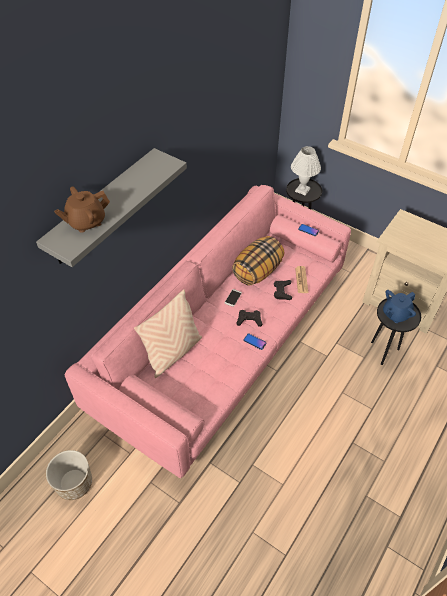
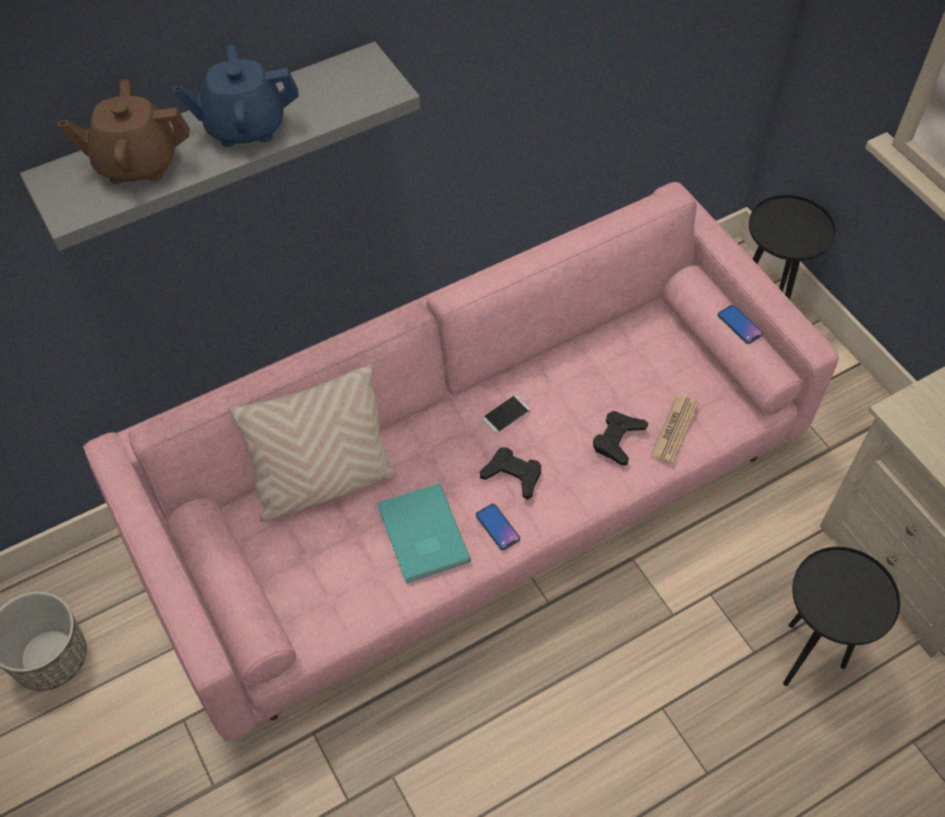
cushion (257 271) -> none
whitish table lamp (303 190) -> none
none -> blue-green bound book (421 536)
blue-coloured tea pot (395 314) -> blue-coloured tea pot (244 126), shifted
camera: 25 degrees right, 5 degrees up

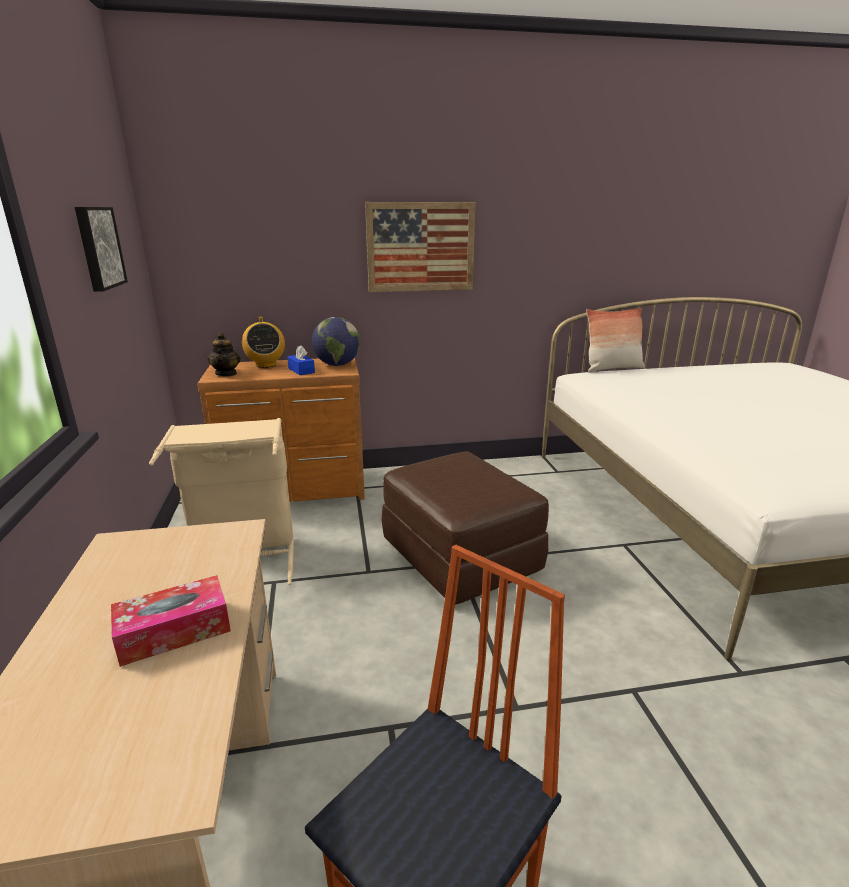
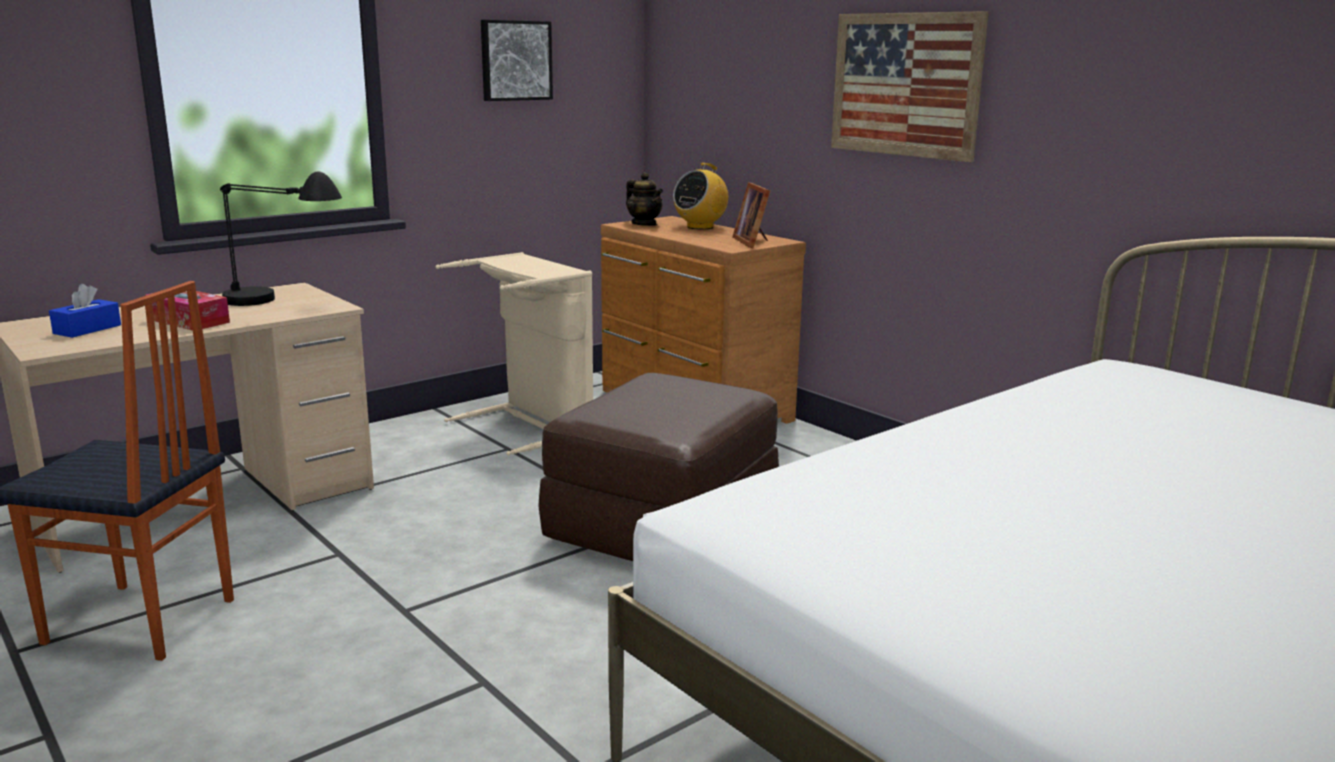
cushion (612 368) -> none
none -> black-coloured table lamp (282 304)
blue-coloured box of tissues (301 370) -> blue-coloured box of tissues (87 329), shifted
world globe (337 365) -> standing frame (753 242)
tea pot (226 374) -> tea pot (644 224), 90 degrees counterclockwise
camera: 60 degrees right, 5 degrees down

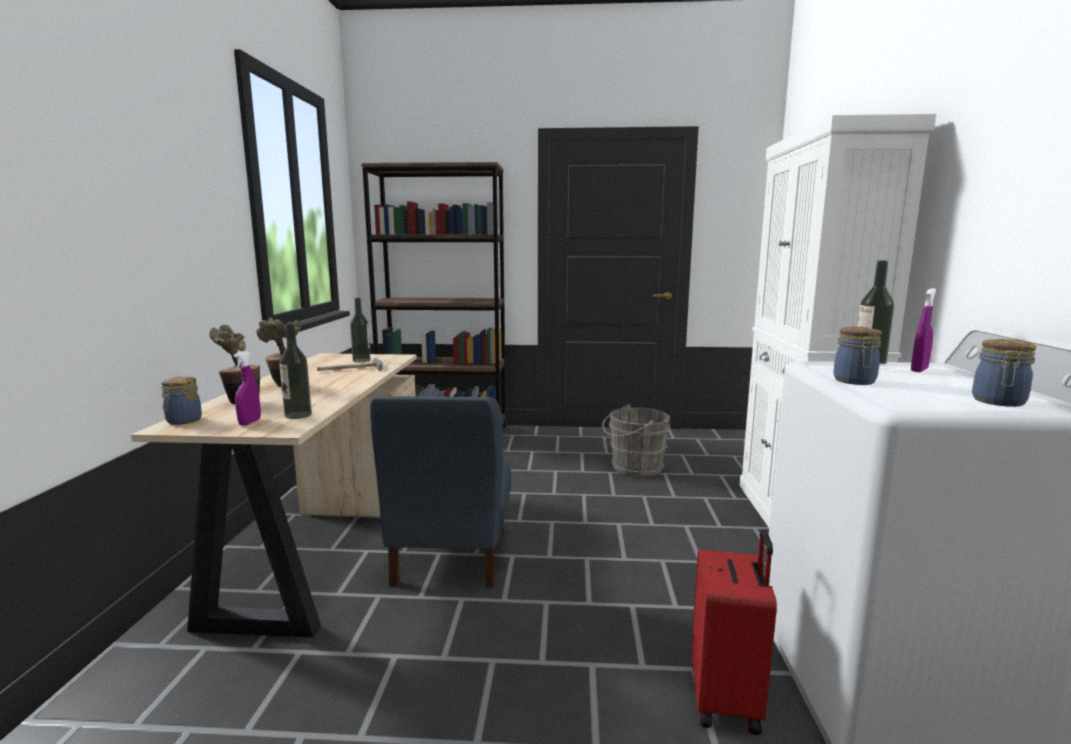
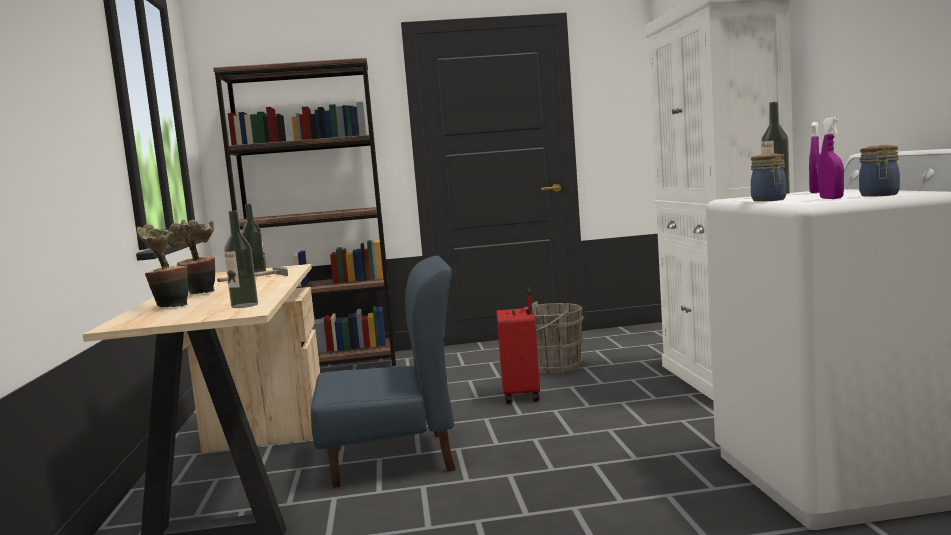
preserve jar (183 421) -> none
purplish sprayer (250 422) -> purplish sprayer (831 198), shifted
red-coloured travel case (727 699) -> red-coloured travel case (522 395), shifted
blue-coloured upright chair (450 556) -> blue-coloured upright chair (393 458), 90 degrees counterclockwise
camera: 10 degrees left, 5 degrees down

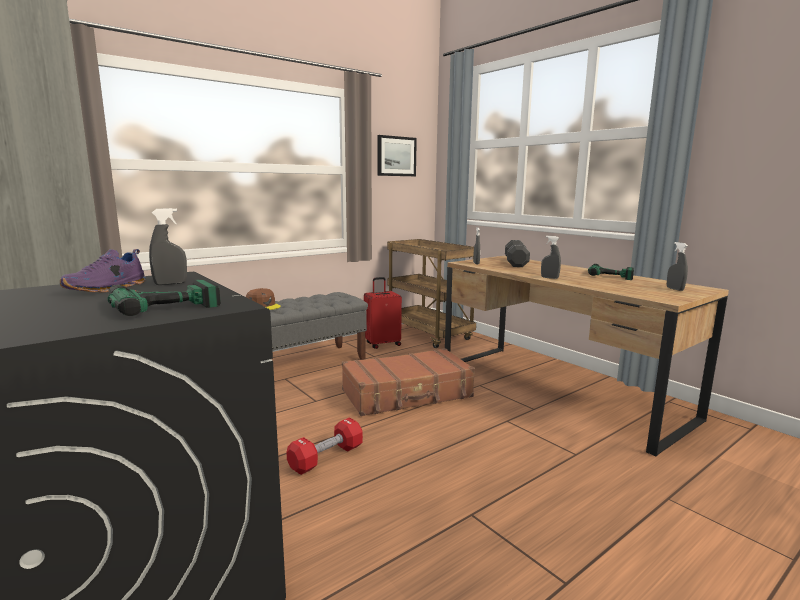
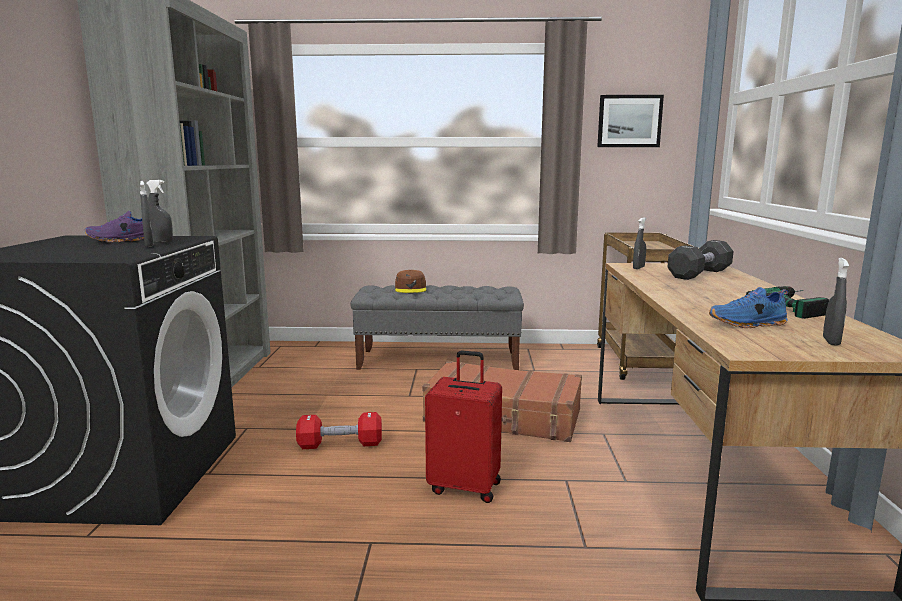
electric drill (159 302) -> none
none -> blue-coloured item of footwear (748 324)
red-coloured travel case (382 344) -> red-coloured travel case (465 486), shifted
gray sprayer (549 278) -> gray sprayer (149 245), shifted
camera: 40 degrees right, 0 degrees up

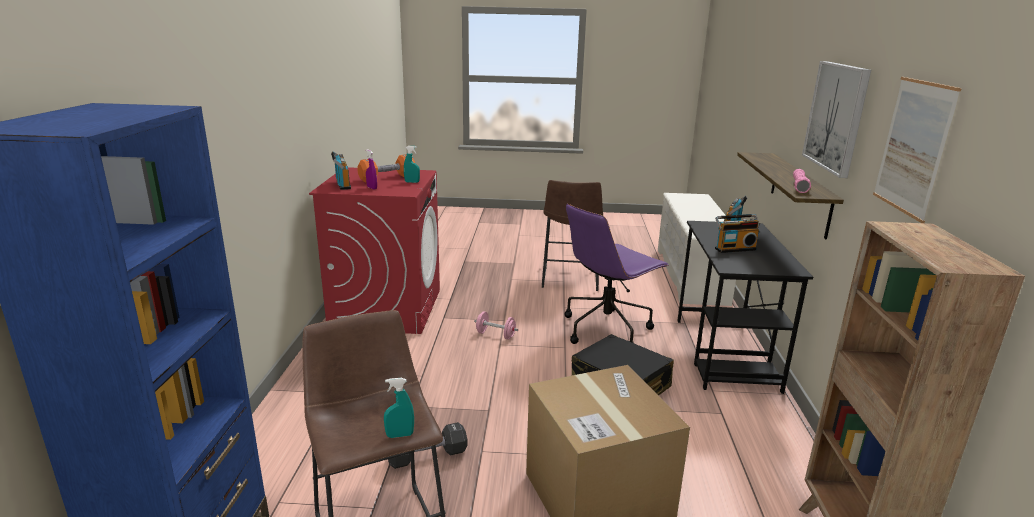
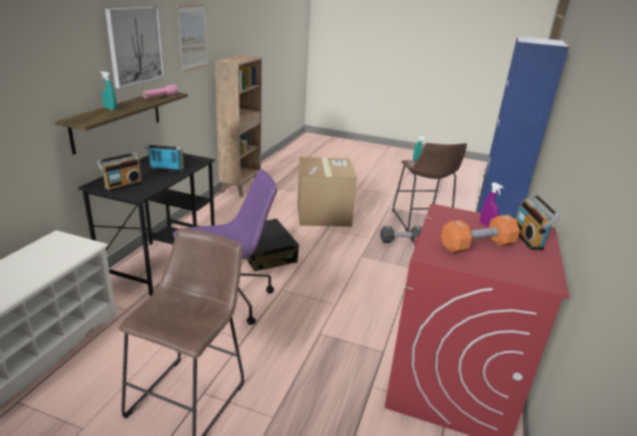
pinkish hand weight (495 335) -> none
blue-green sprayer (412 182) -> blue-green sprayer (110 109), shifted
camera: 165 degrees left, 5 degrees up

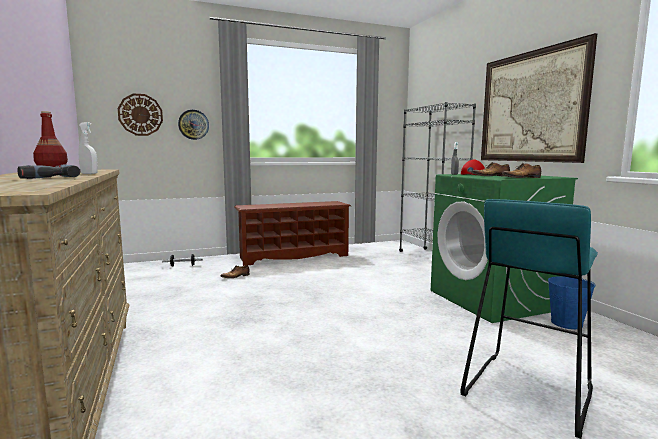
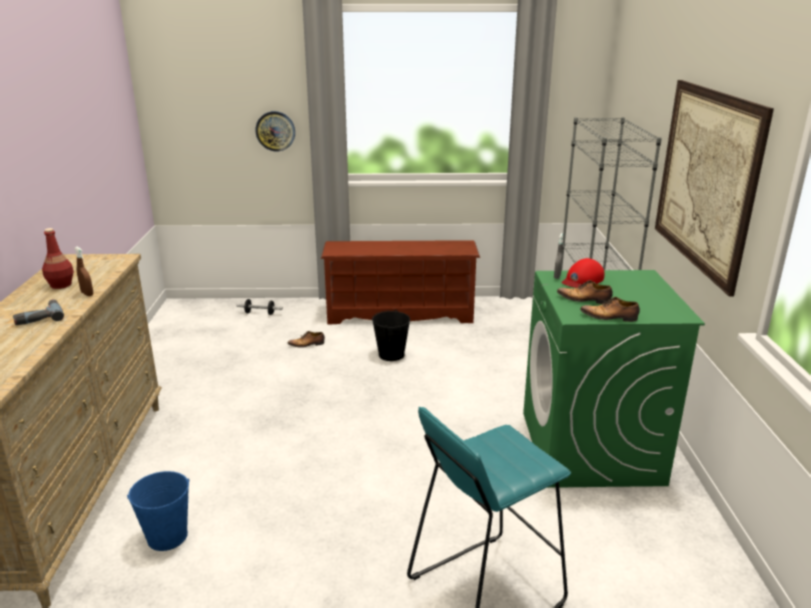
wall clock (140 115) -> none
none -> black-coloured water bucket (391 354)
blue-coloured water bucket (566 323) -> blue-coloured water bucket (167 536), shifted
whitish sprayer (89 174) -> brown sprayer (87 294)
camera: 20 degrees right, 15 degrees up

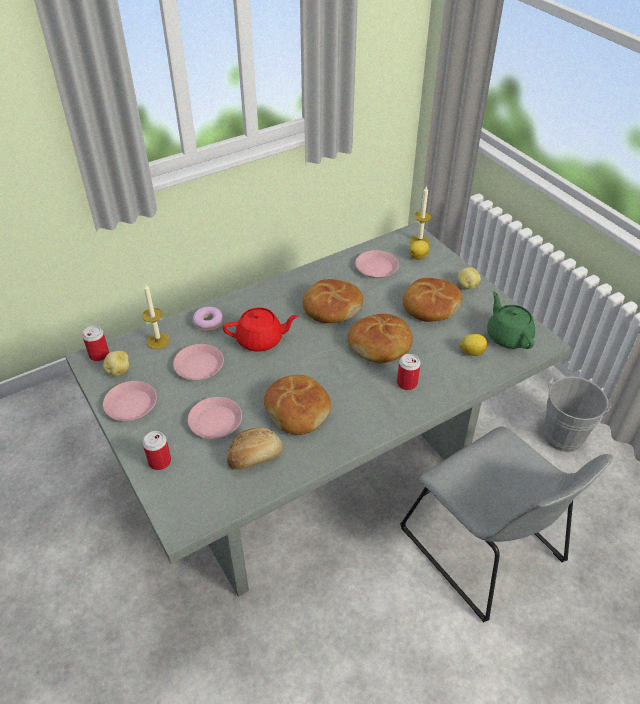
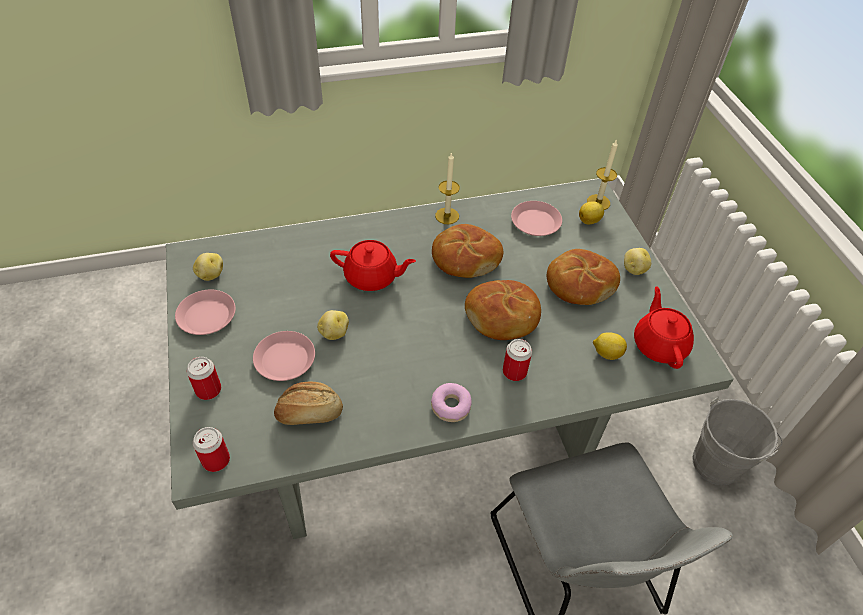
pinkish flat dish (199 366) -> none
bread (298 410) -> none
none -> potato (334 333)
sealed can (99 355) -> sealed can (216 460), shifted
wax candle (158 341) -> wax candle (447 216), shifted
doughnut (208 322) -> doughnut (451 406), shifted
greenish tea pot (508 336) -> red-coloured tea pot (659 344)
camera: 15 degrees right, 5 degrees up

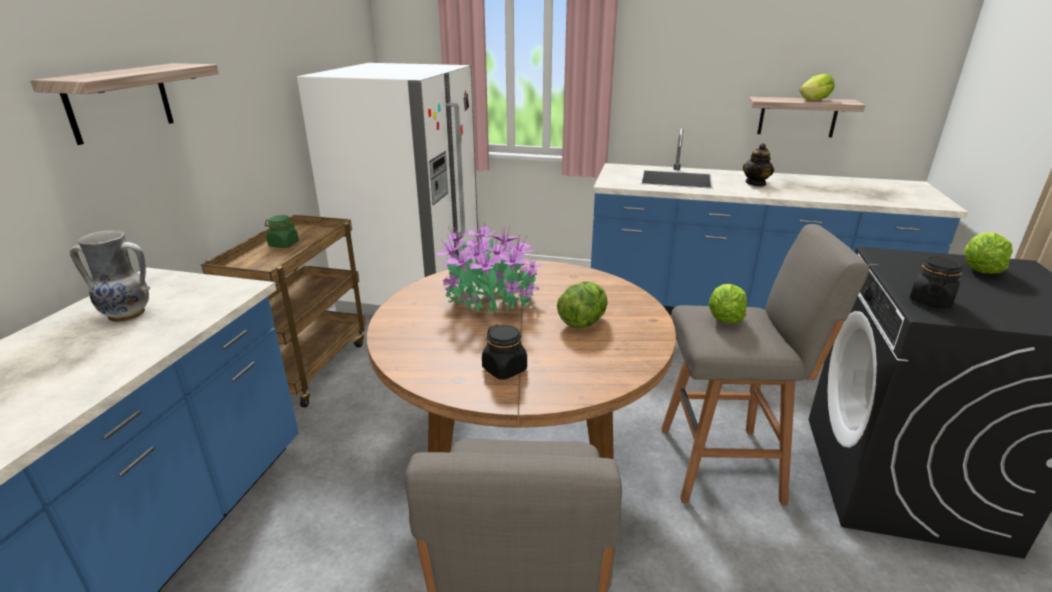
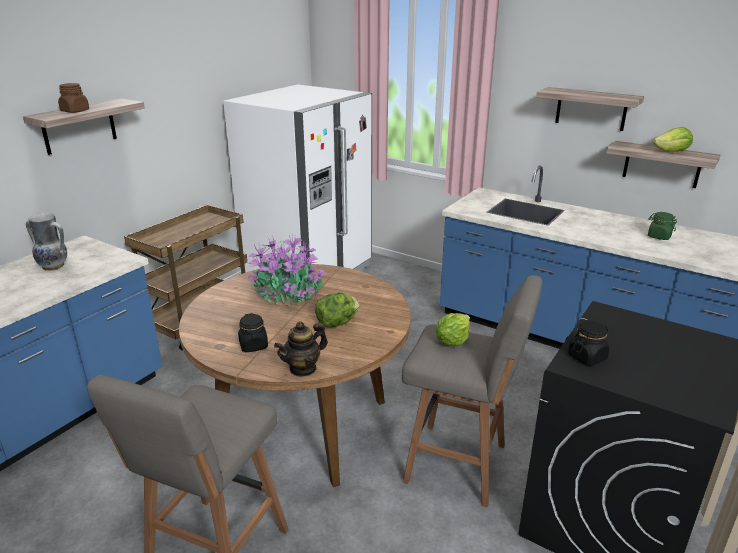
lettuce head (979 270) -> none
none -> brown preserve jar (75 111)
none -> wall shelf (591 109)
greenish preserve jar (283 244) -> greenish preserve jar (659 236), shifted
tea pot (756 183) -> tea pot (303 368), shifted
camera: 20 degrees right, 0 degrees up

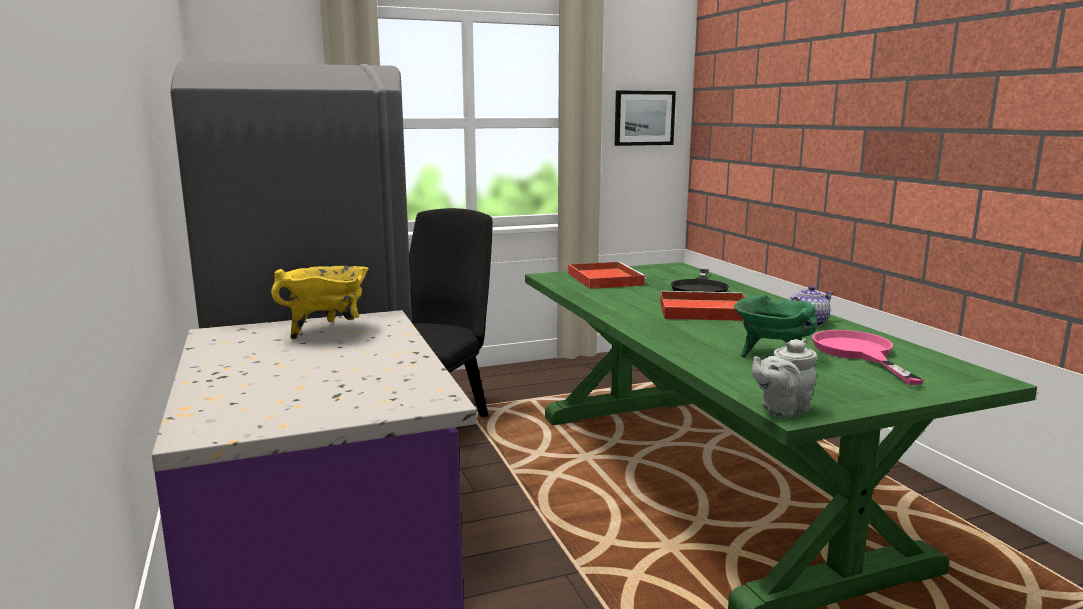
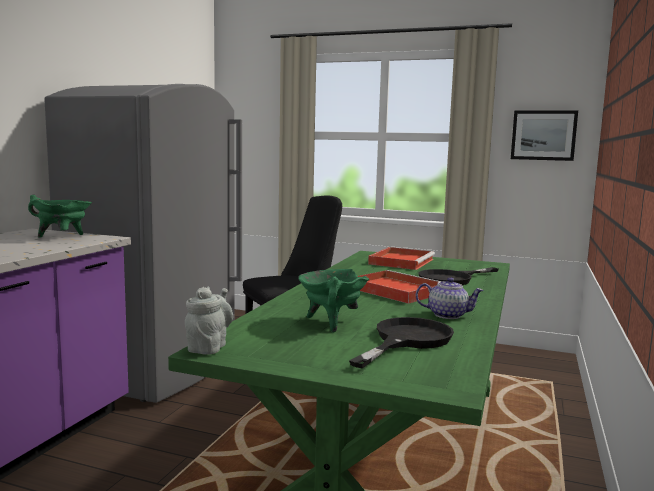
yellow cooking pot (327 331) -> greenish cooking pot (63 237)
pinkish pan (858 353) -> black-coloured pan (406 340)
gray tea pot (781 410) -> gray tea pot (209 347), 90 degrees clockwise
camera: 40 degrees right, 5 degrees down

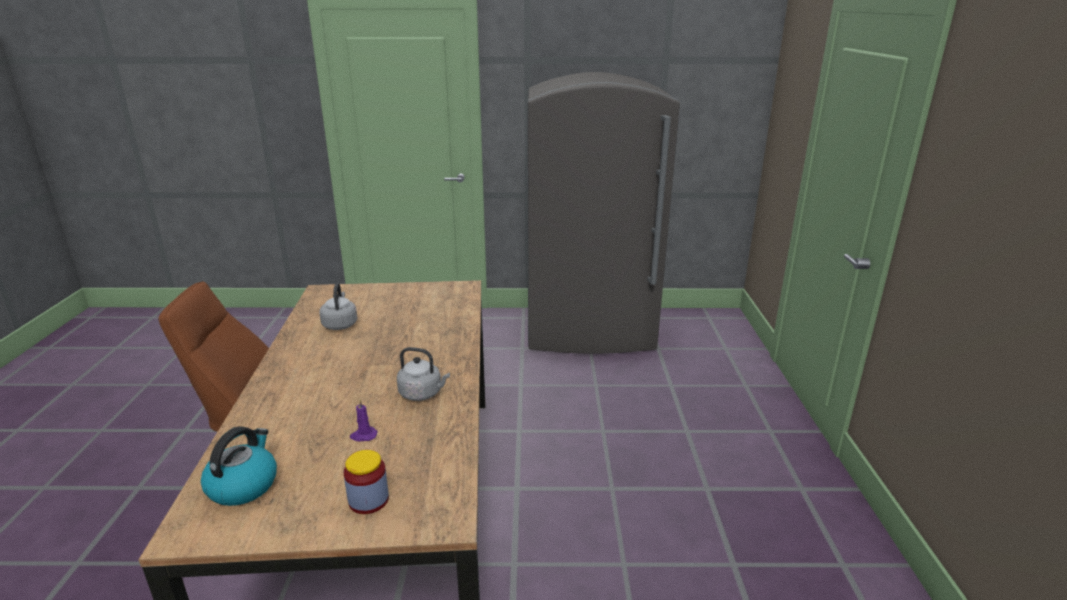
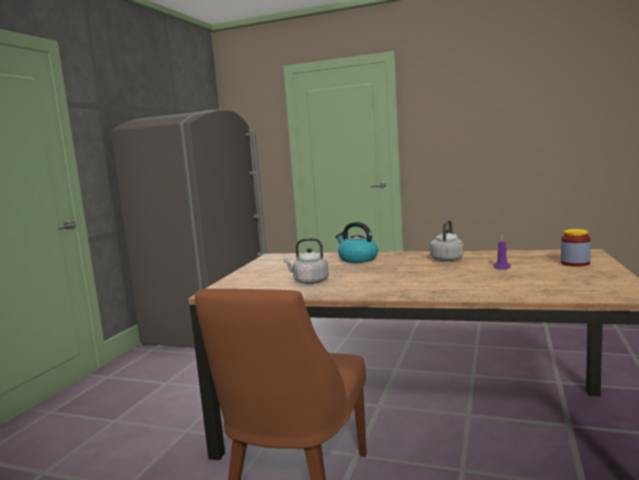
water kettle (243 485) -> water kettle (357 259), shifted
camera: 70 degrees left, 15 degrees down

